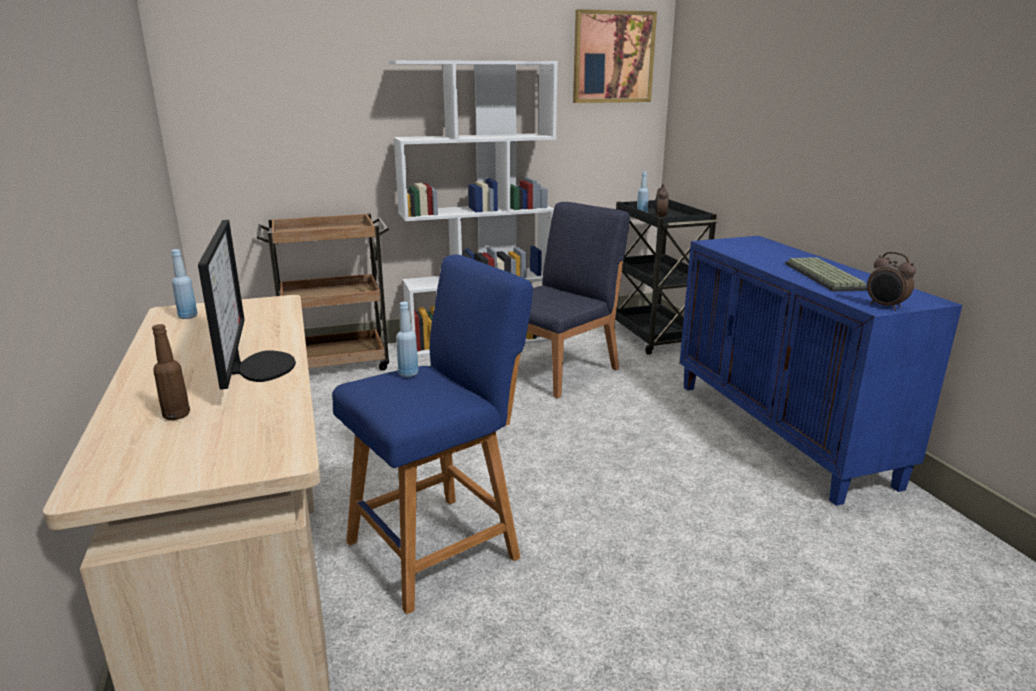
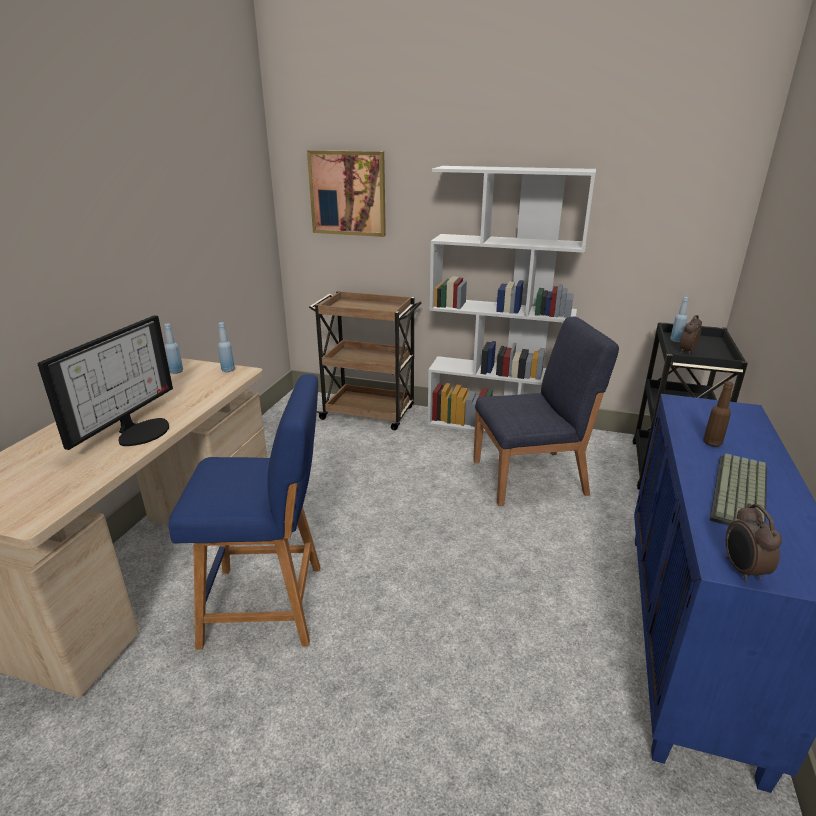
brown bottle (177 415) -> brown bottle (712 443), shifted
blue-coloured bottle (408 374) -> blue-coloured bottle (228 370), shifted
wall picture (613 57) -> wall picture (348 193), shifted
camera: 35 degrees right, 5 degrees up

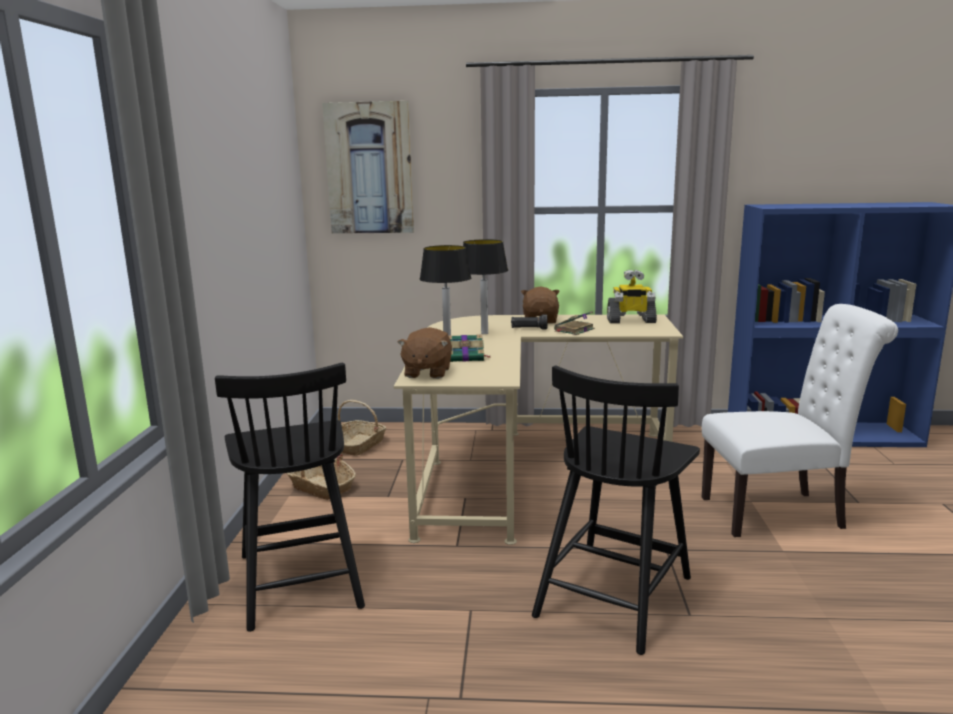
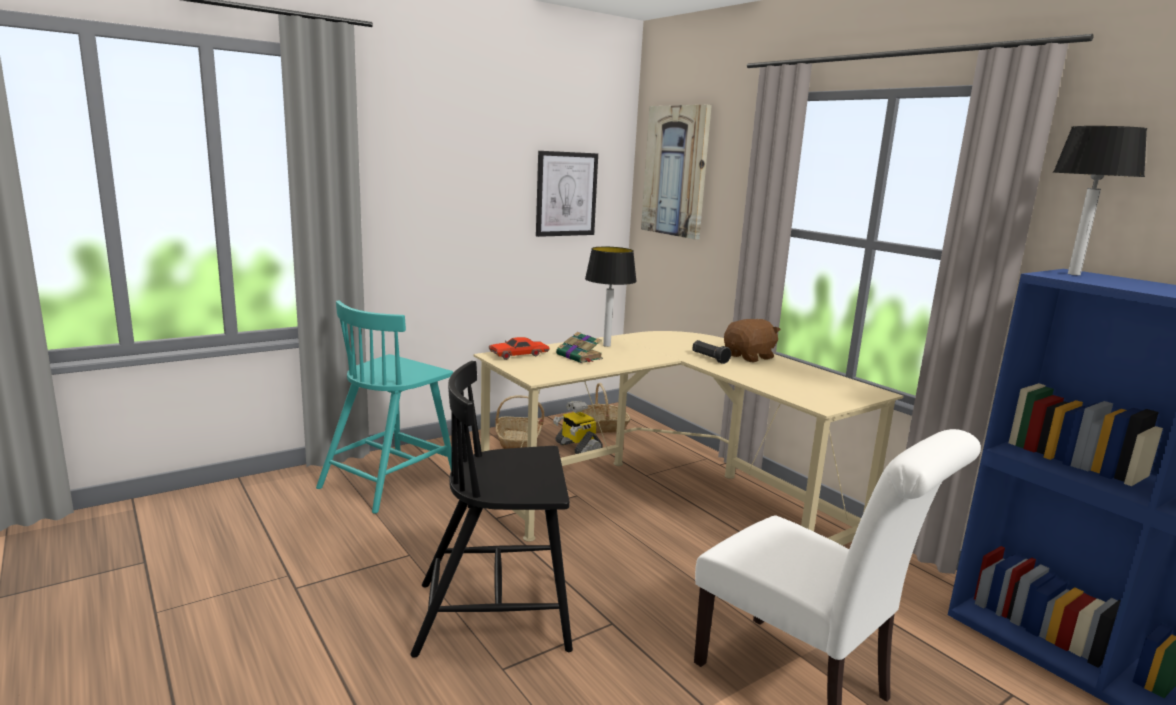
bound book (573 330) -> none
none -> wall picture (566 194)
table lamp (484 333) -> table lamp (1074 274), shifted
robot figure (630 321) -> robot figure (577 448), shifted
brown cuddly toy (427 372) -> red-coloured miniature car (519 355)
black-coloured upright chair (300 578) -> blue-green upright chair (390 480)
camera: 50 degrees right, 0 degrees up

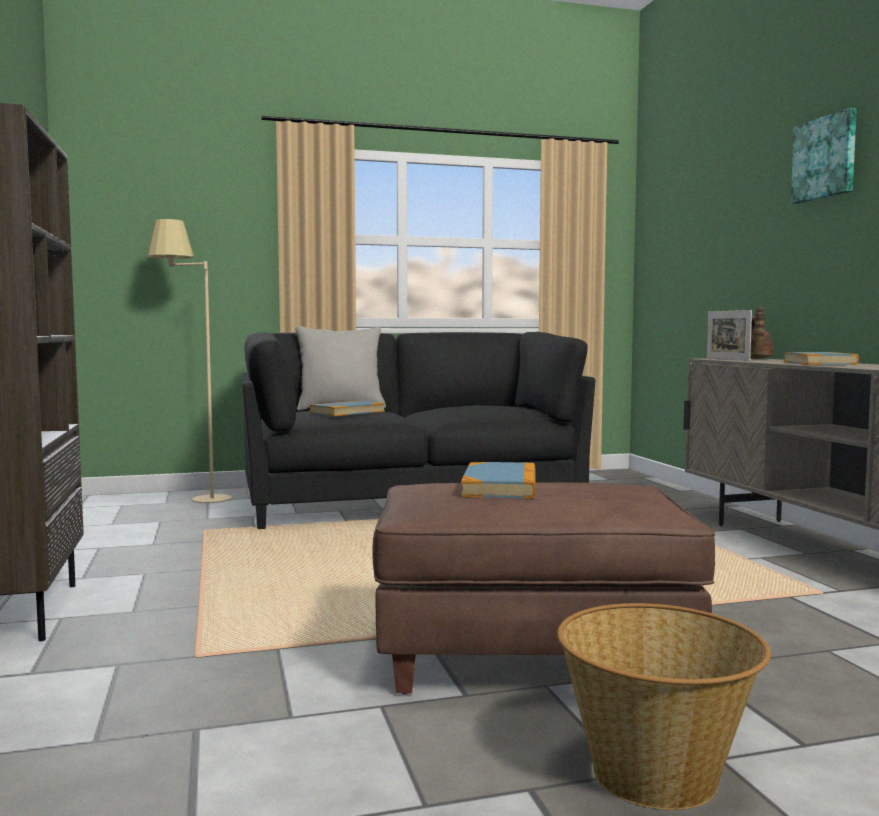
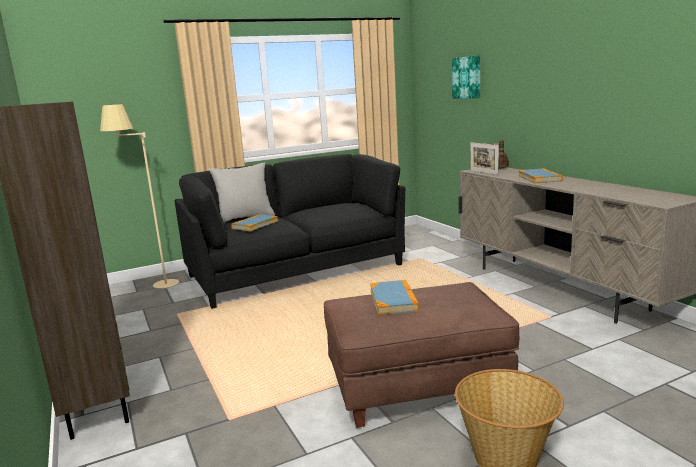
wall picture (825 158) -> wall picture (467 77), shifted
camera: 10 degrees left, 10 degrees up

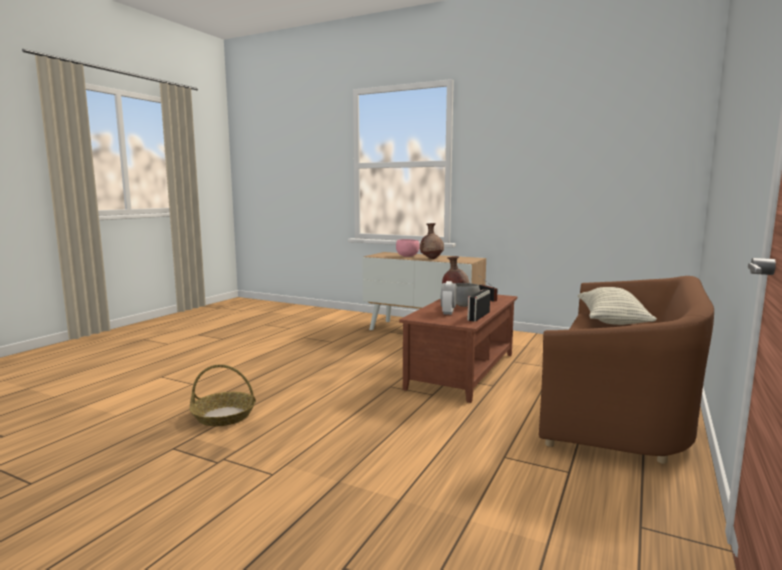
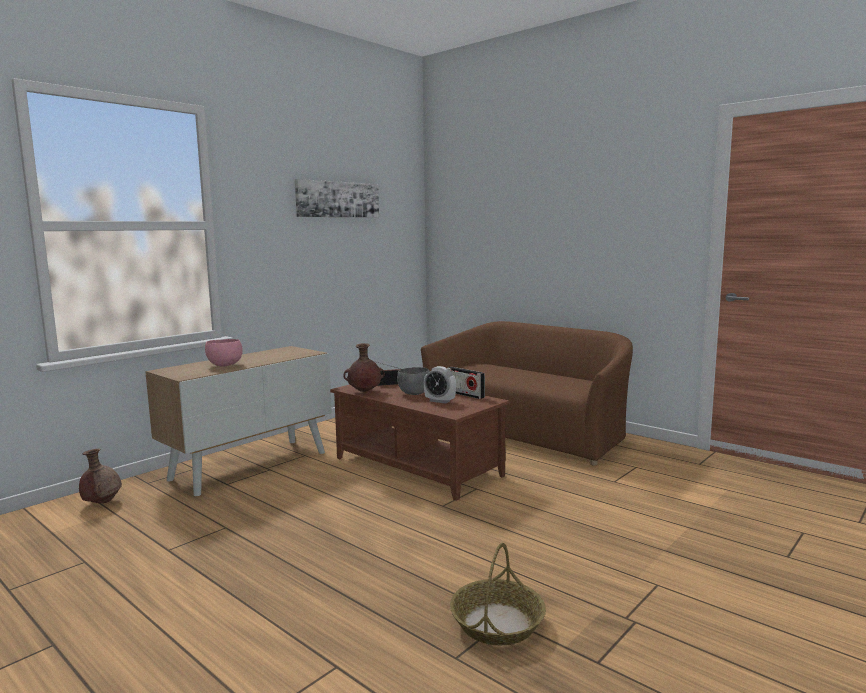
cushion (611 321) -> none
none -> wall picture (337 199)
brown decorative vase (432 258) -> brown decorative vase (102 503), shifted
camera: 75 degrees left, 0 degrees up

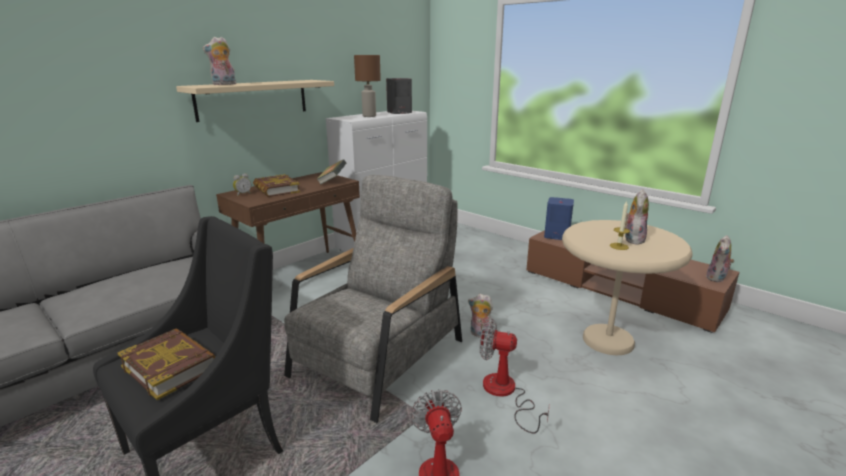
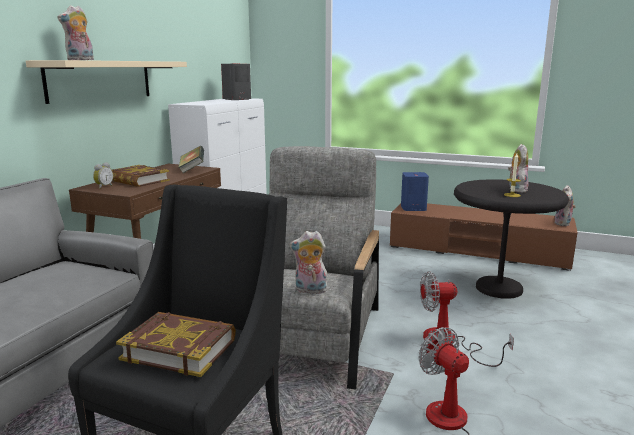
brown table lamp (369 116) -> none
cuddly toy (480 335) -> cuddly toy (310 290), shifted
beige side table (608 341) -> black-coloured side table (499 288)
camera: 20 degrees left, 5 degrees down

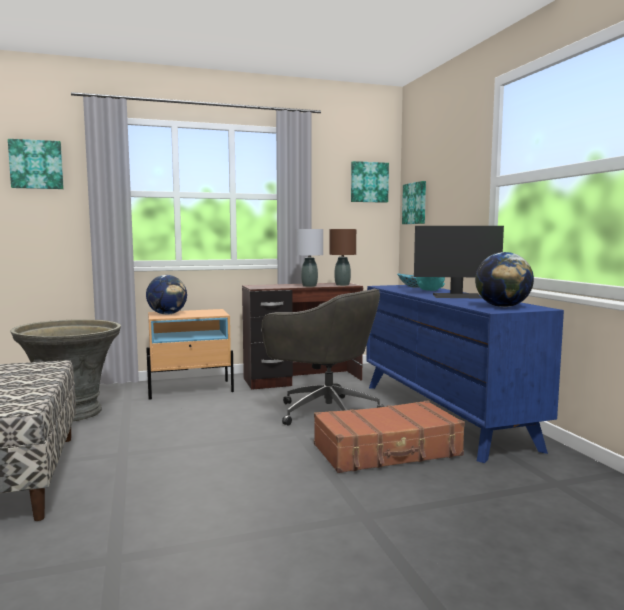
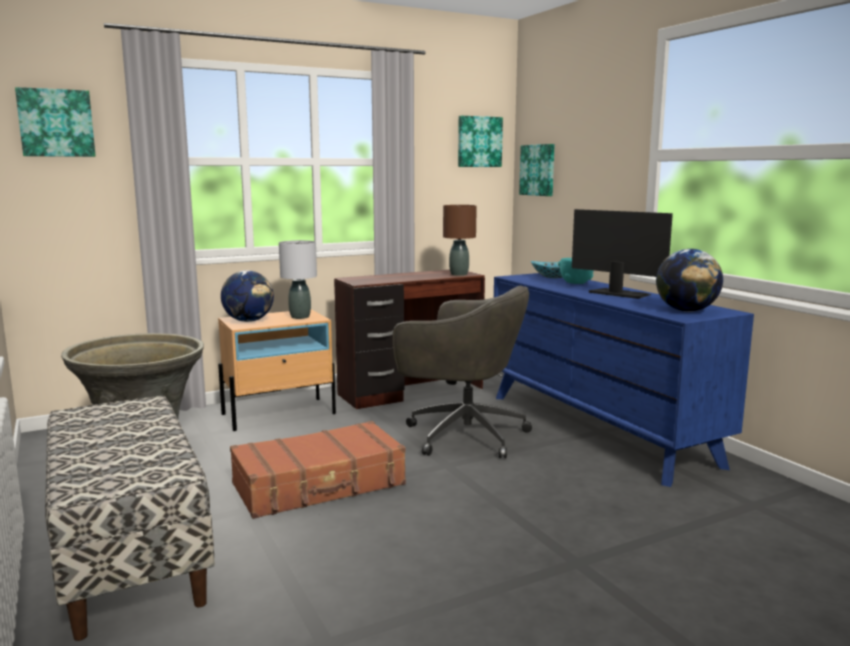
gray table lamp (309 286) -> gray table lamp (300 317), shifted
brown travel case (387 451) -> brown travel case (319 485), shifted
computer screen (457 296) -> computer screen (618 293), 135 degrees counterclockwise
camera: 10 degrees left, 5 degrees up

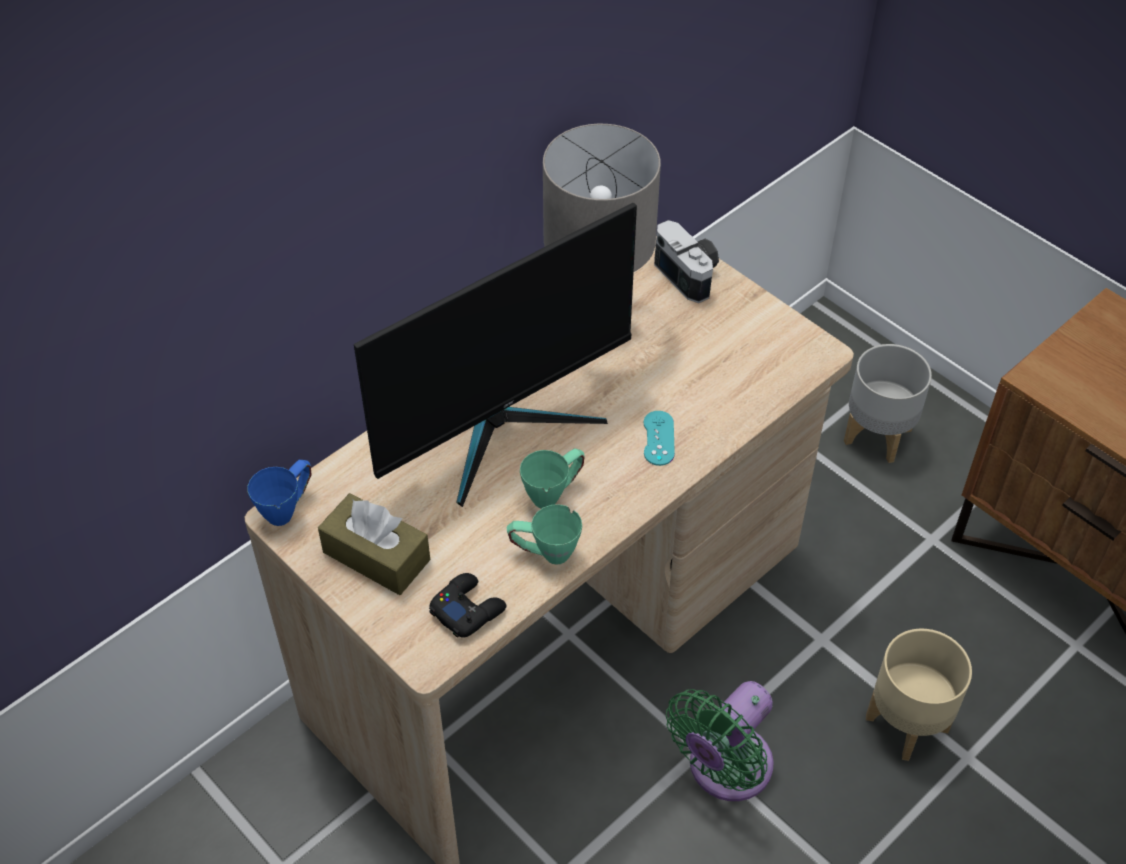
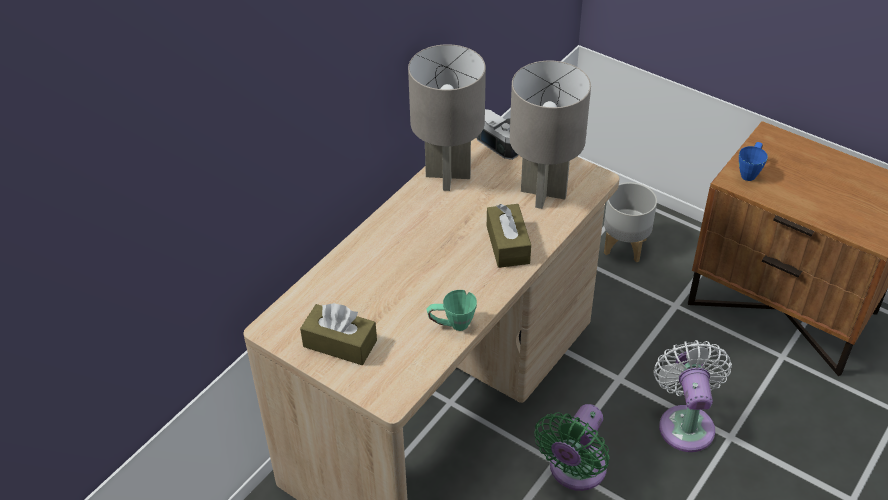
computer screen (504 428) -> none
black-coloured game controller (467 609) -> none
greenish tea mug (554 493) -> none
none -> gray table lamp (544 194)
blue-coloured tea mug (288 508) -> blue-coloured tea mug (749 172), shifted
blue-green game controller (658 438) -> brown box of tissues (507 244)
beige plant pot (905 724) -> whitish fan (686 423)
camera: 10 degrees left, 5 degrees down

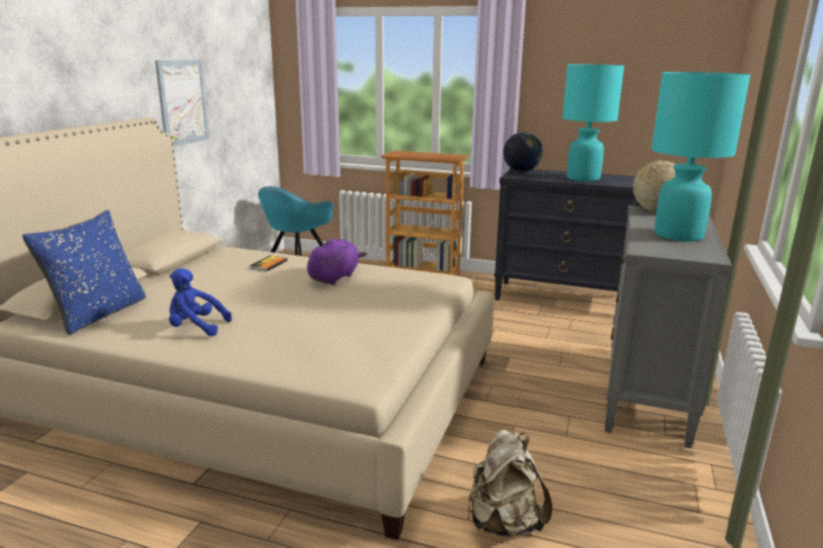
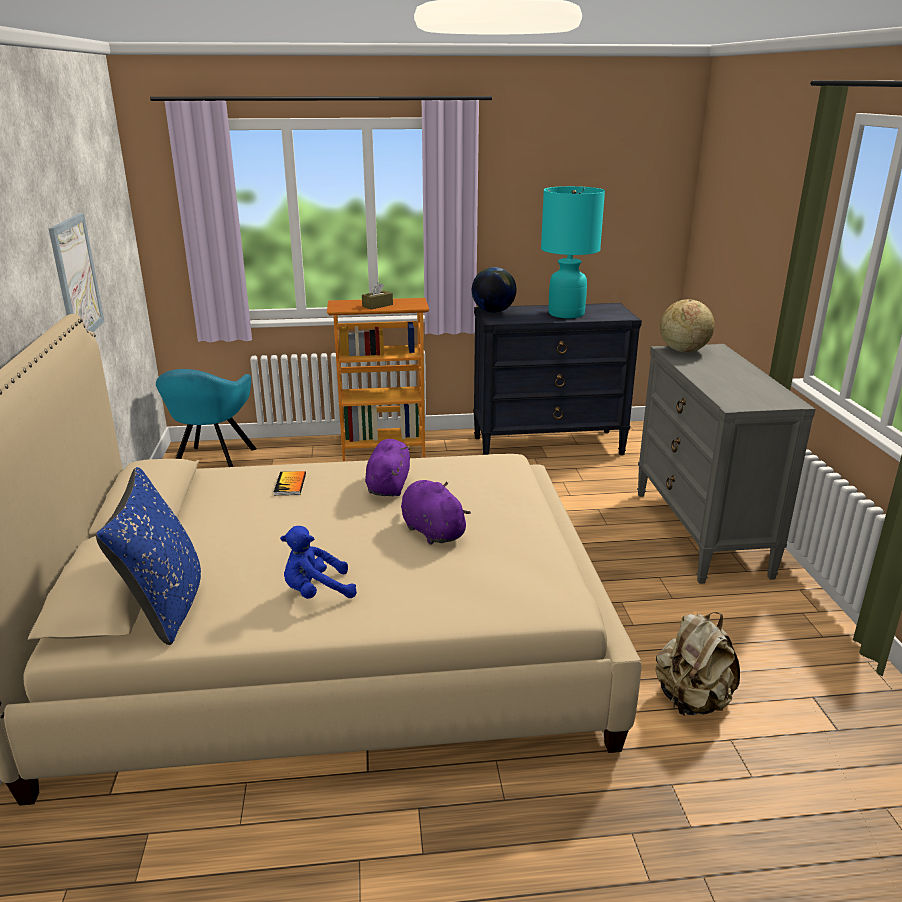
blue-green table lamp (678 235) -> none
none -> brown box of tissues (377 305)
none -> purplish cuddly toy (431 530)
camera: 25 degrees left, 5 degrees up

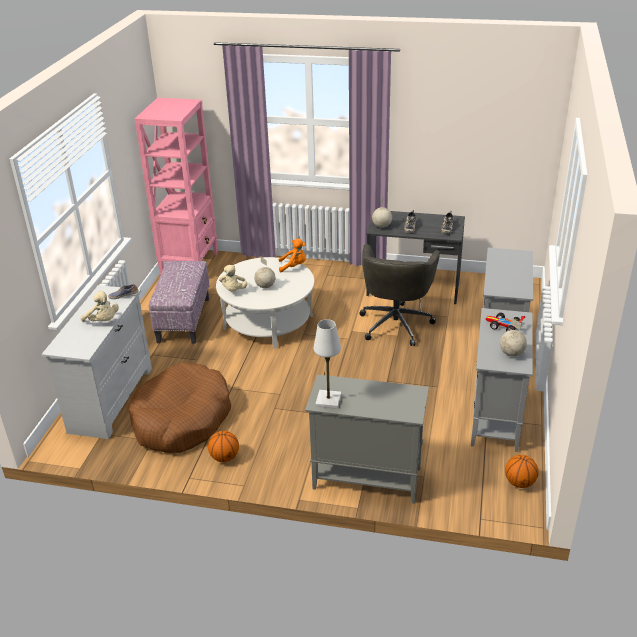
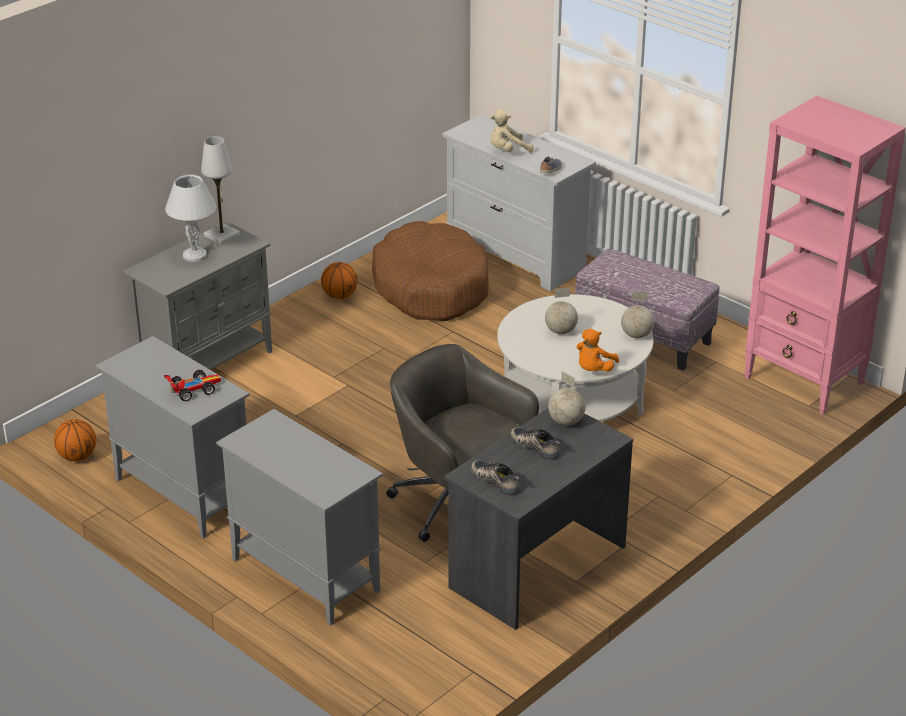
beige cuddly toy (233 290) -> none
none -> whitish table lamp (195 255)
world globe (511 353) -> world globe (637 335), shifted
camera: 120 degrees right, 0 degrees up

